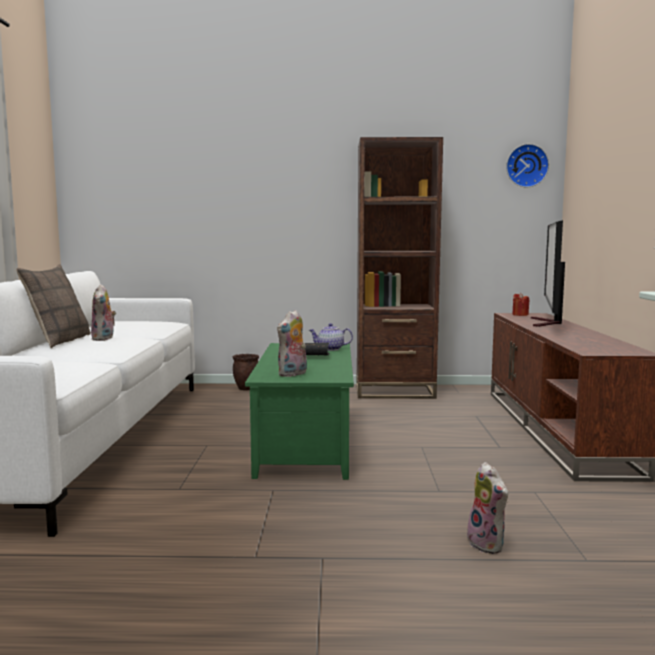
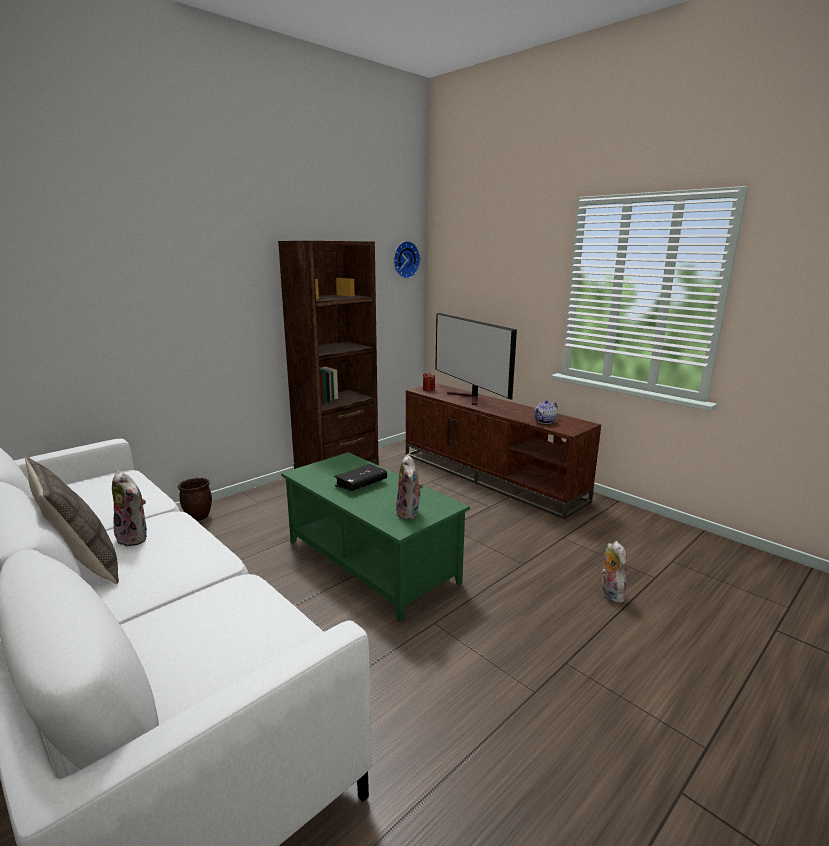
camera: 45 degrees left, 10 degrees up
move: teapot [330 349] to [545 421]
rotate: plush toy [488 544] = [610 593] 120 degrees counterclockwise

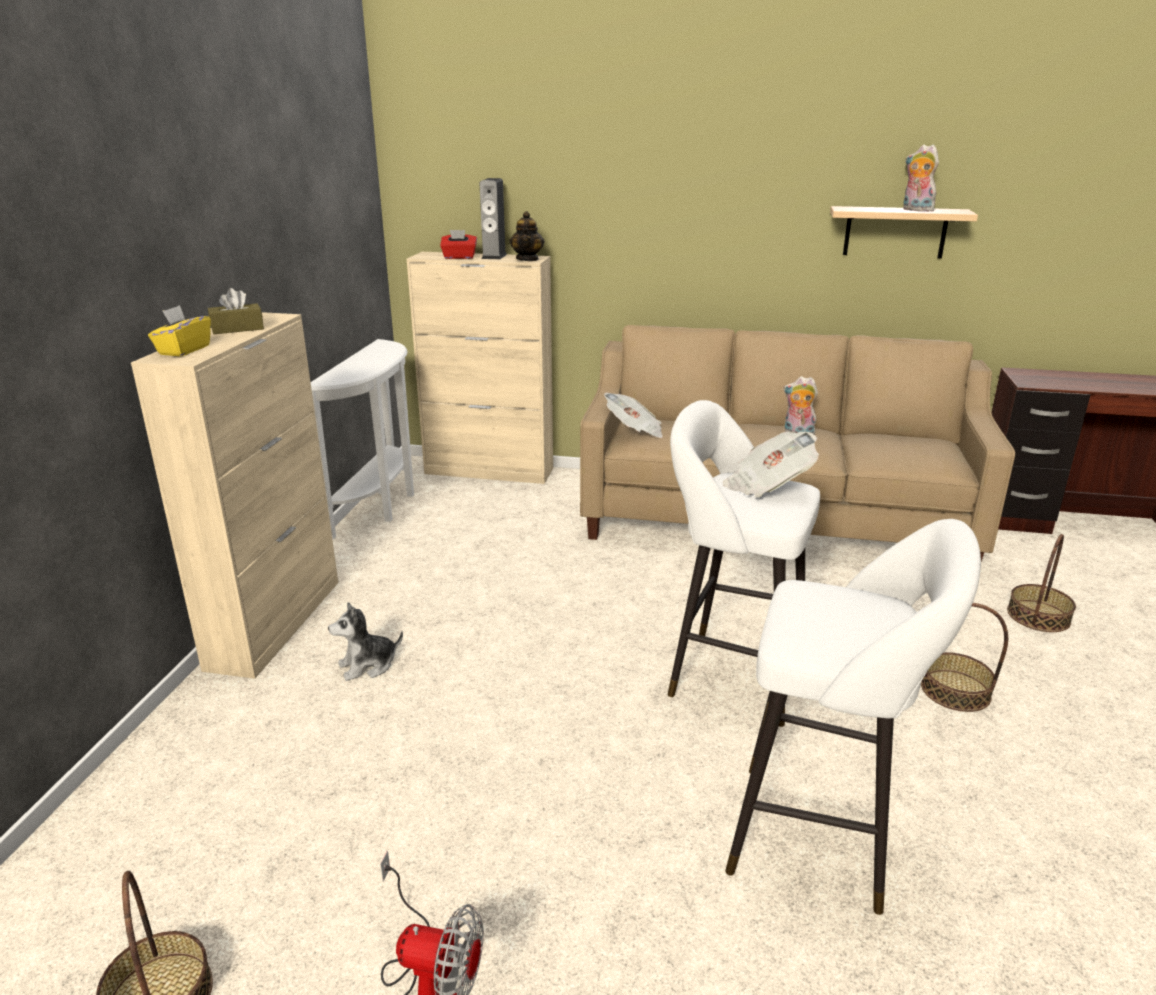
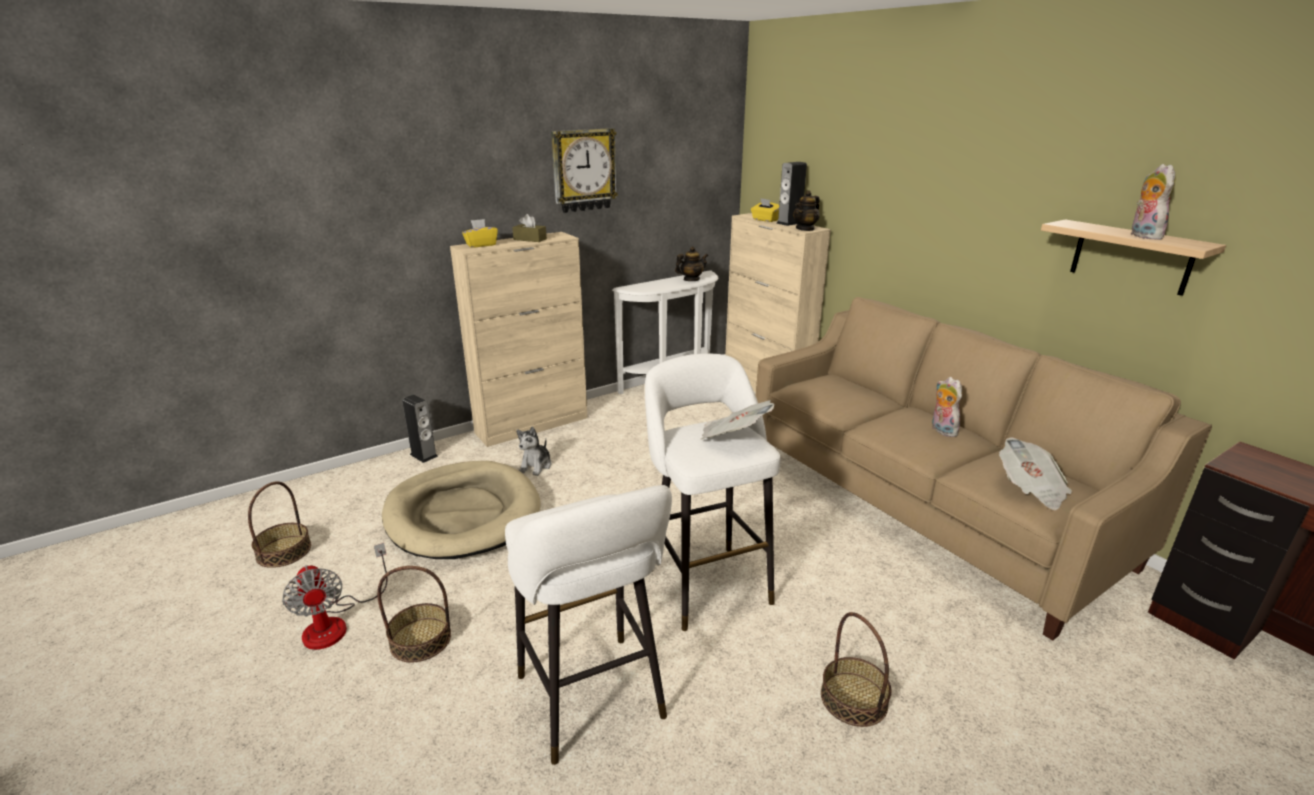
camera: 45 degrees right, 0 degrees up
insert: dog bed in beige [462 514]; speaker [424 455]; wall clock [583 170]; teapot [691 280]
move: basket [1038 616] to [421 639]; newspaper [634 431] to [1031 489]
recolor: tissue box in red [459 257] to tissue box in yellow [765 220]
rotate: plush toy [368 665] = [536 466] 90 degrees counterclockwise

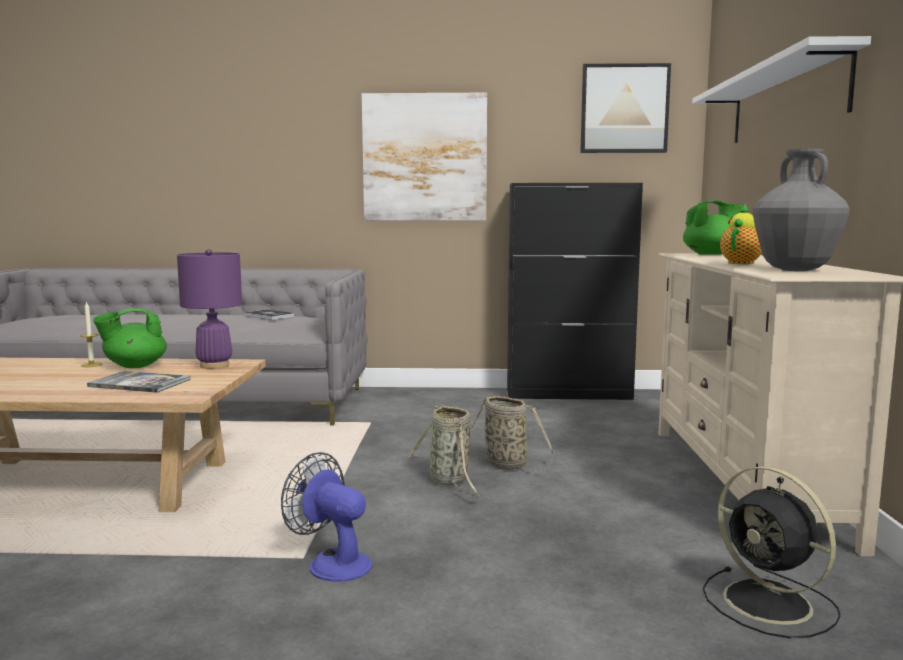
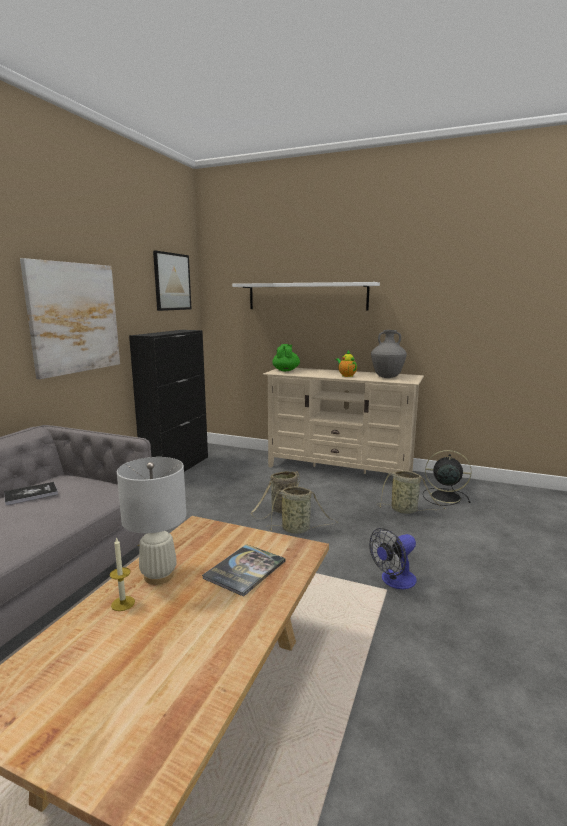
camera: 70 degrees left, 5 degrees up
delete: table lamp in purple [214 365]
insert: basket [406 510]
replace: teapot in green [134 366] to table lamp in white [158 576]
rotate: fan in black [771 604] = [444 496] 150 degrees counterclockwise

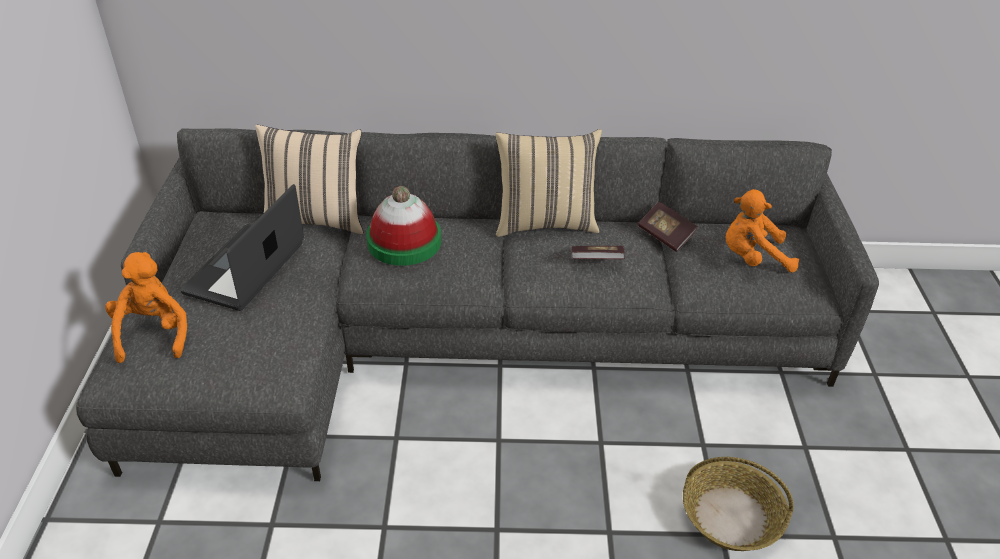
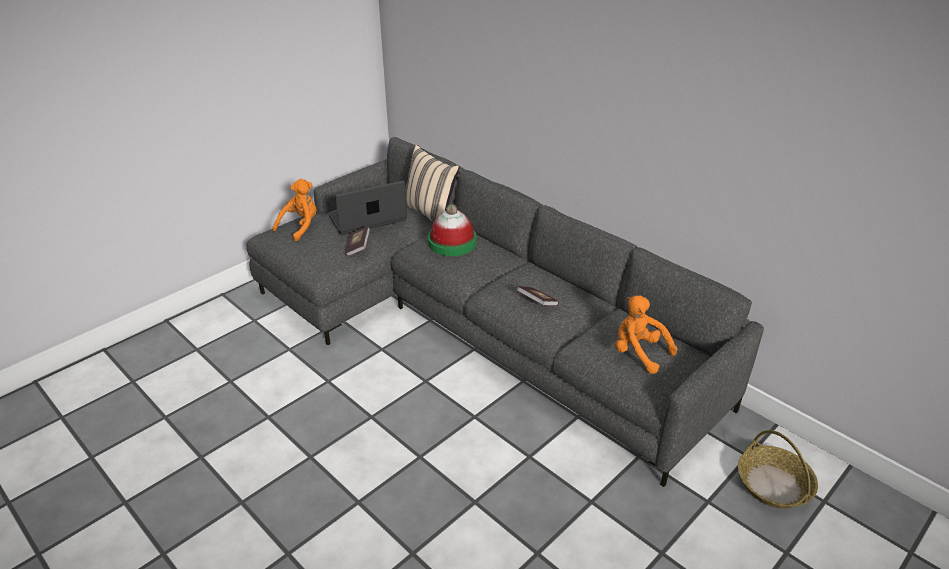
camera: 45 degrees right, 5 degrees down
delete: pillow in beige [545 223]
move: book [665 235] to [358 247]; basket [731 516] to [774 485]

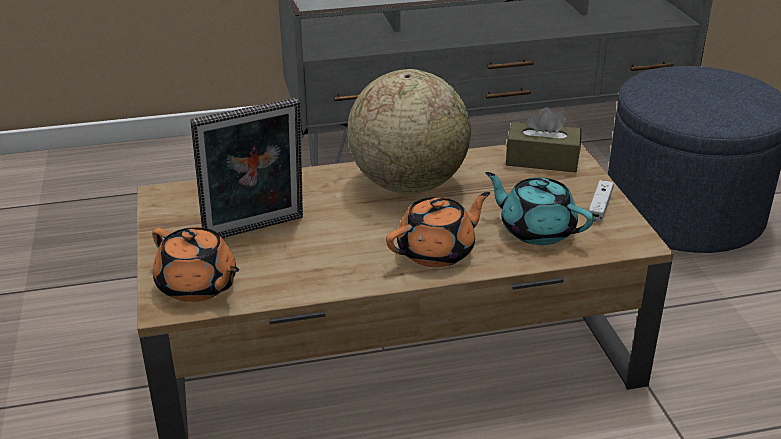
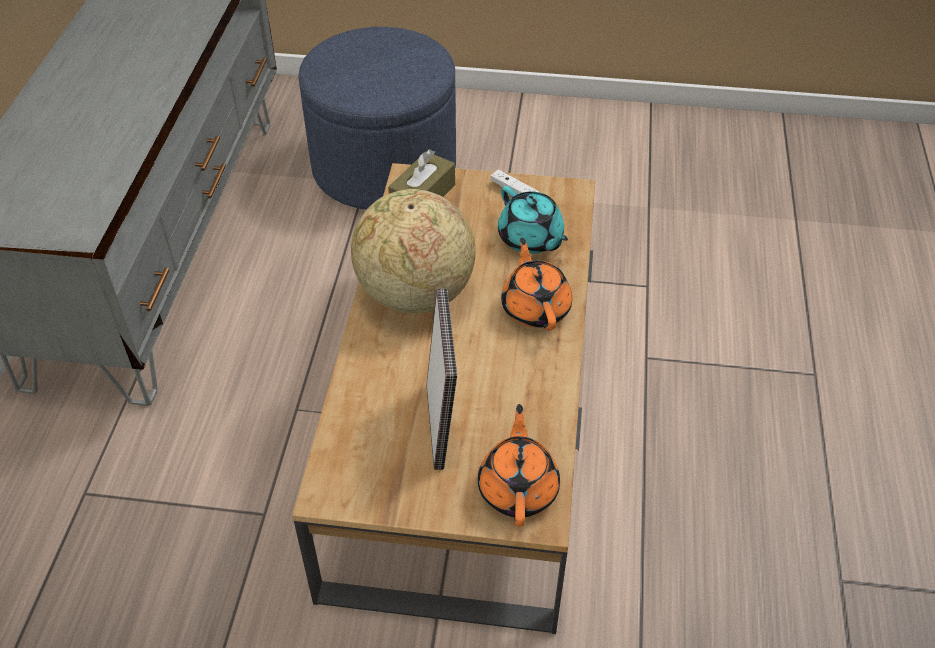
camera: 70 degrees left, 15 degrees up
rotate: teapot in orange [198 286] = [518 488] 60 degrees counterclockwise; teapot in turquoise [536 230] = [531 239] 90 degrees counterclockwise

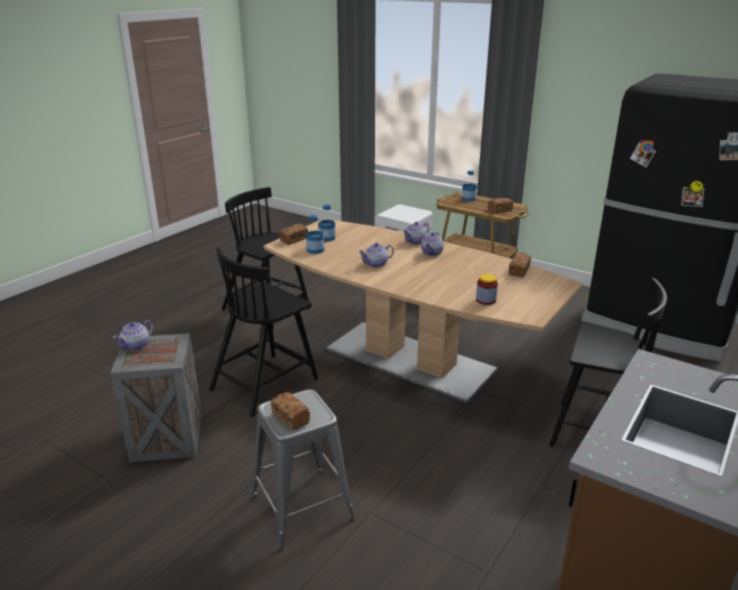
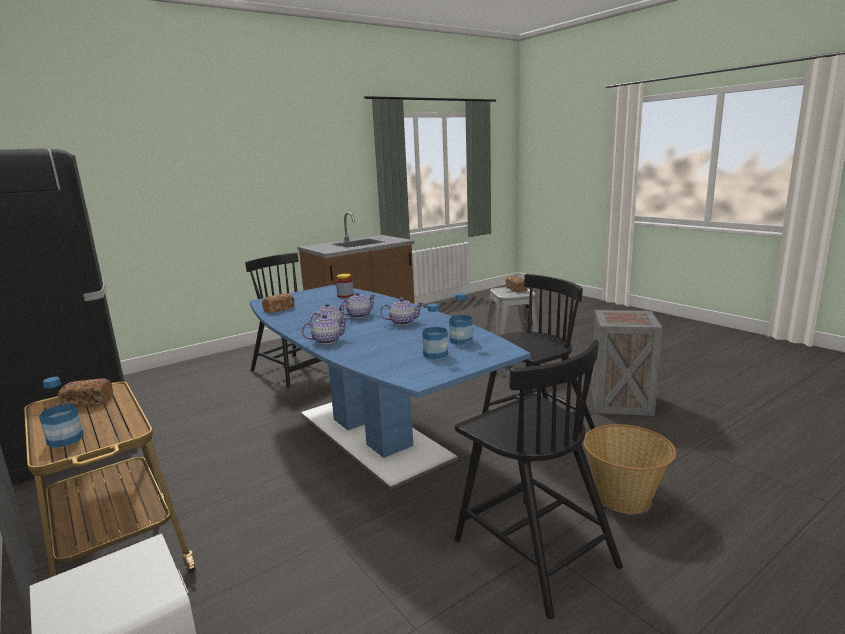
camera: 160 degrees left, 10 degrees down
delete: bread [294 240]
insert: basket [624 498]
move: teapot [136 345] to [358 316]
recolor: dining table in brown [410 360] to dining table in blue [372 435]

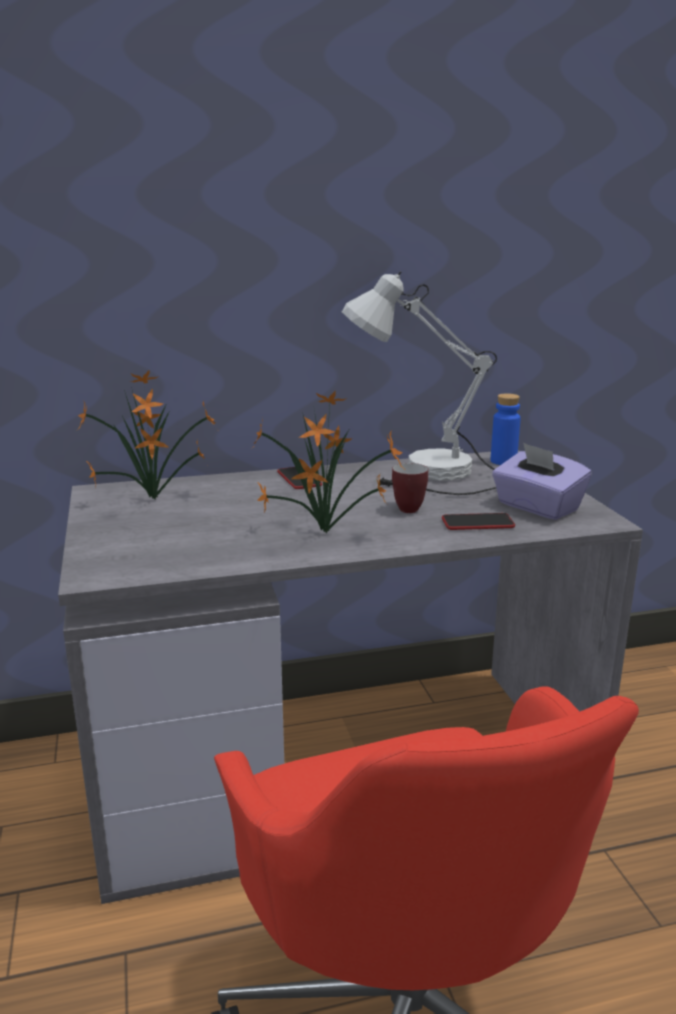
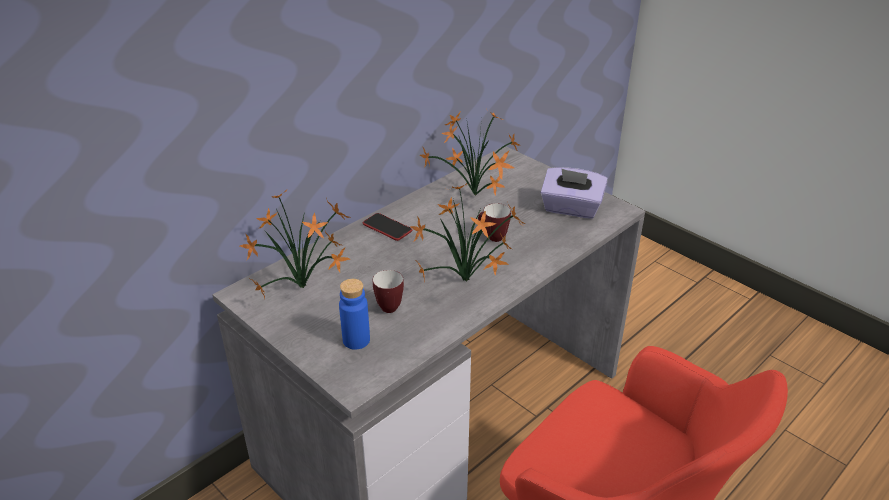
camera: 30 degrees left, 15 degrees up
delete: phone [477 523]
insert: mug [386 306]
move: bottle in blue [503 461] to [356 340]
replace: table lamp in white [428 477] to potted plant [475 197]

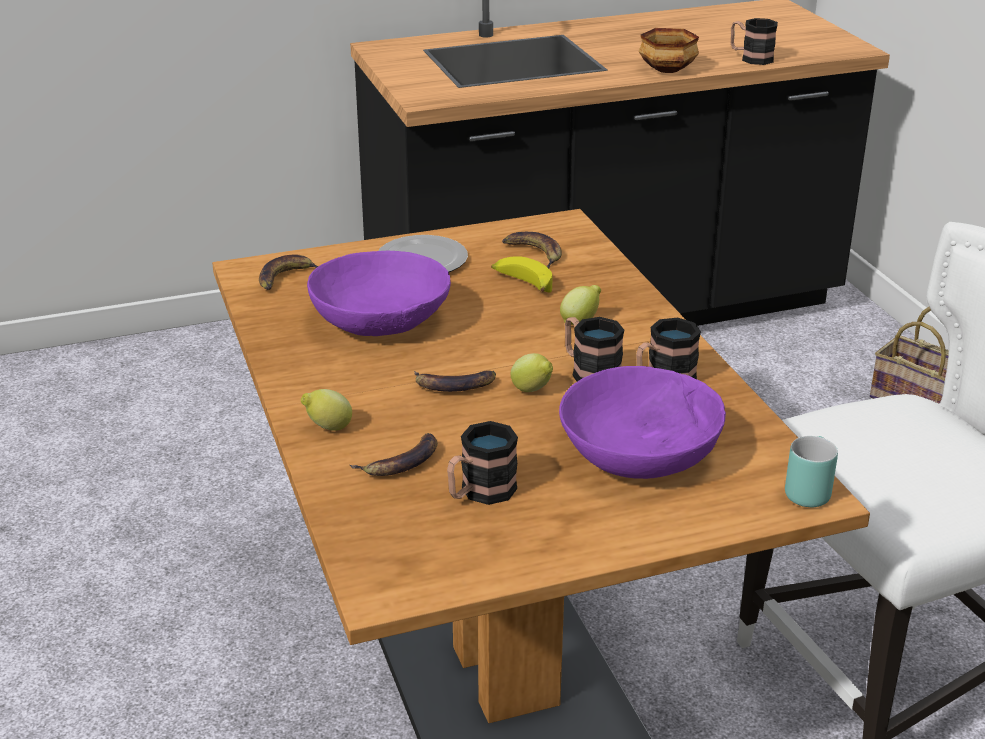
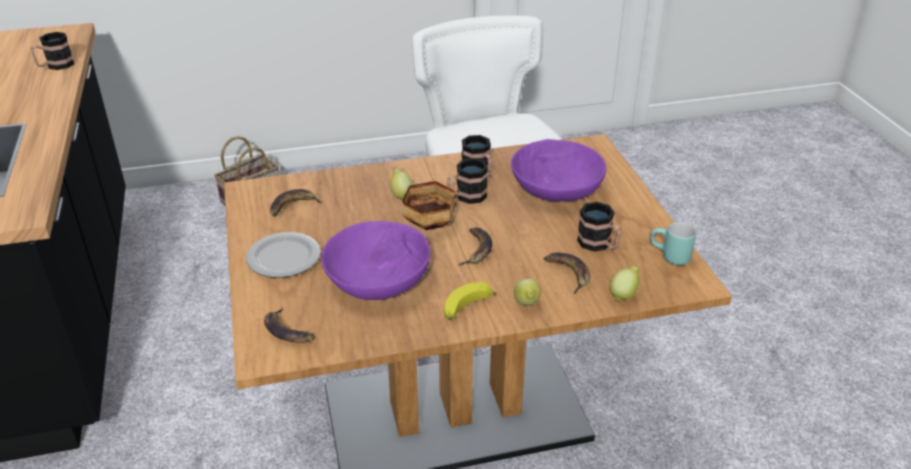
camera: 85 degrees left, 5 degrees up
move: bowl [669 70] to [430 223]; banana [522 283] to [466 308]; lemon [532 391] to [624 295]; mug in turquoise [806 489] to [669 257]

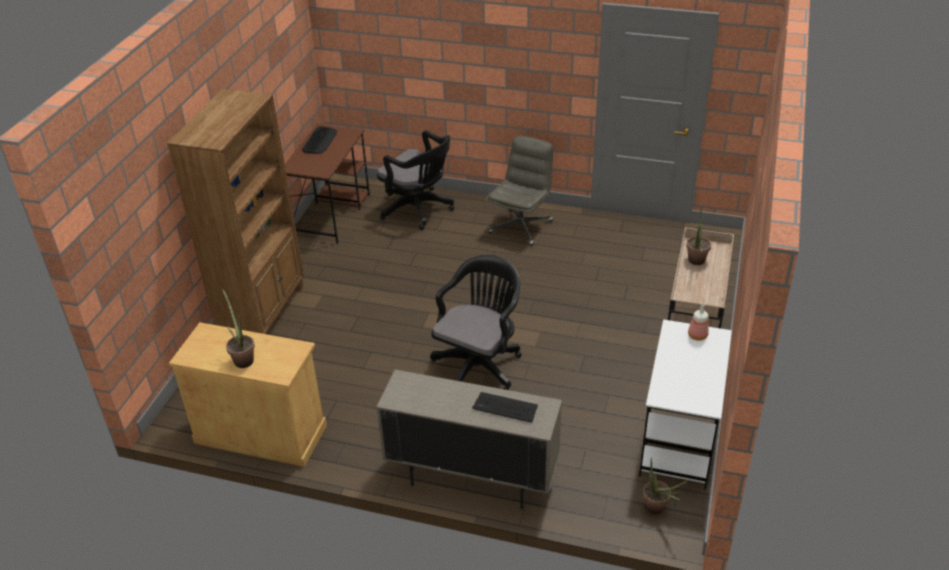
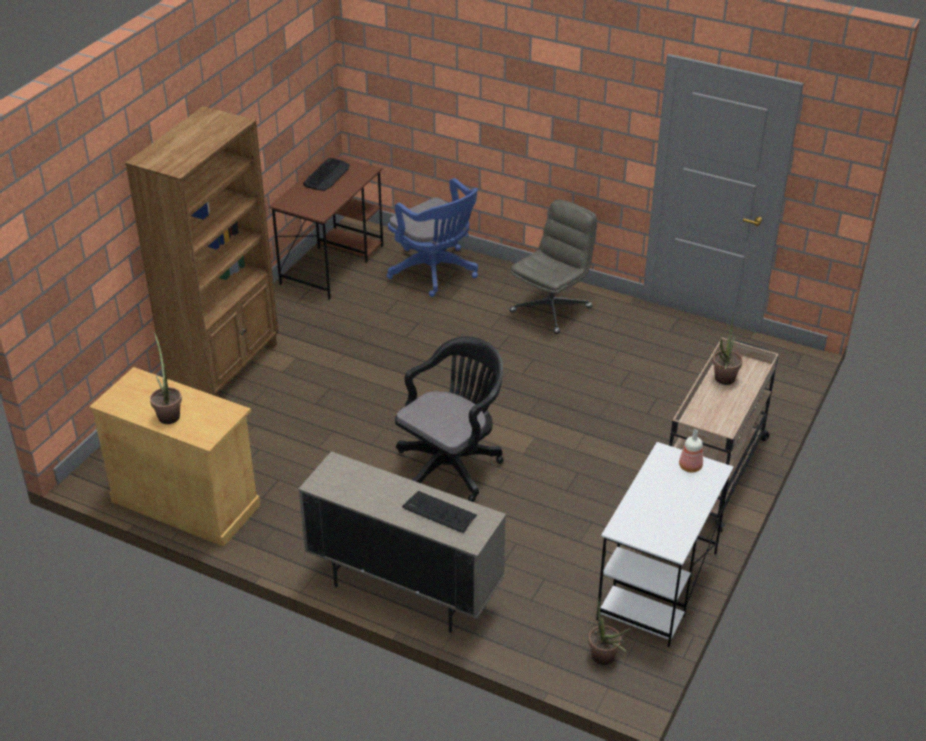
camera: 10 degrees right, 0 degrees up
recolor: office chair in black [419 210] to office chair in blue [435 272]

